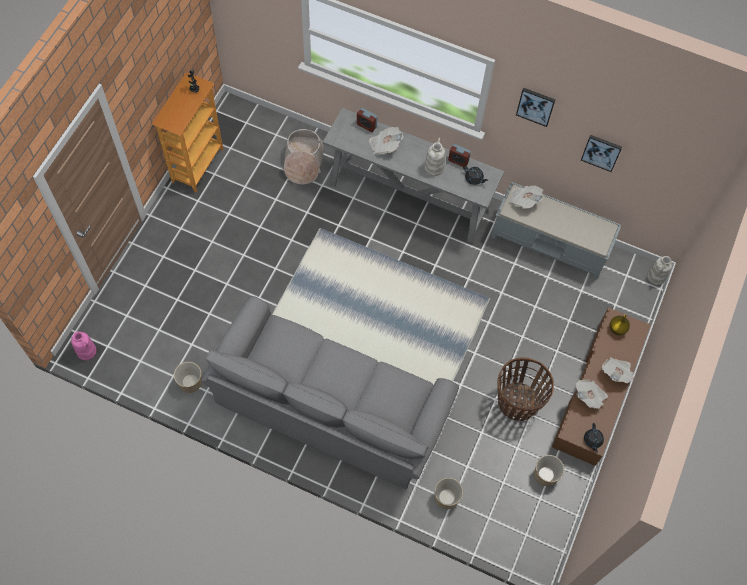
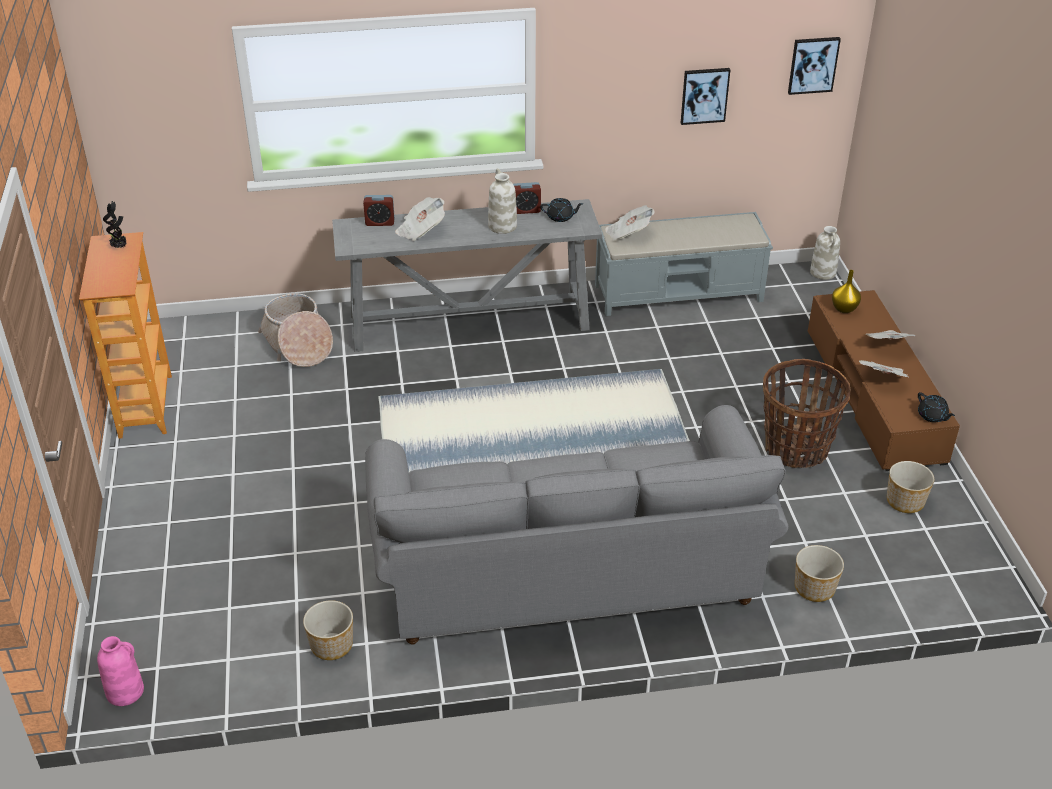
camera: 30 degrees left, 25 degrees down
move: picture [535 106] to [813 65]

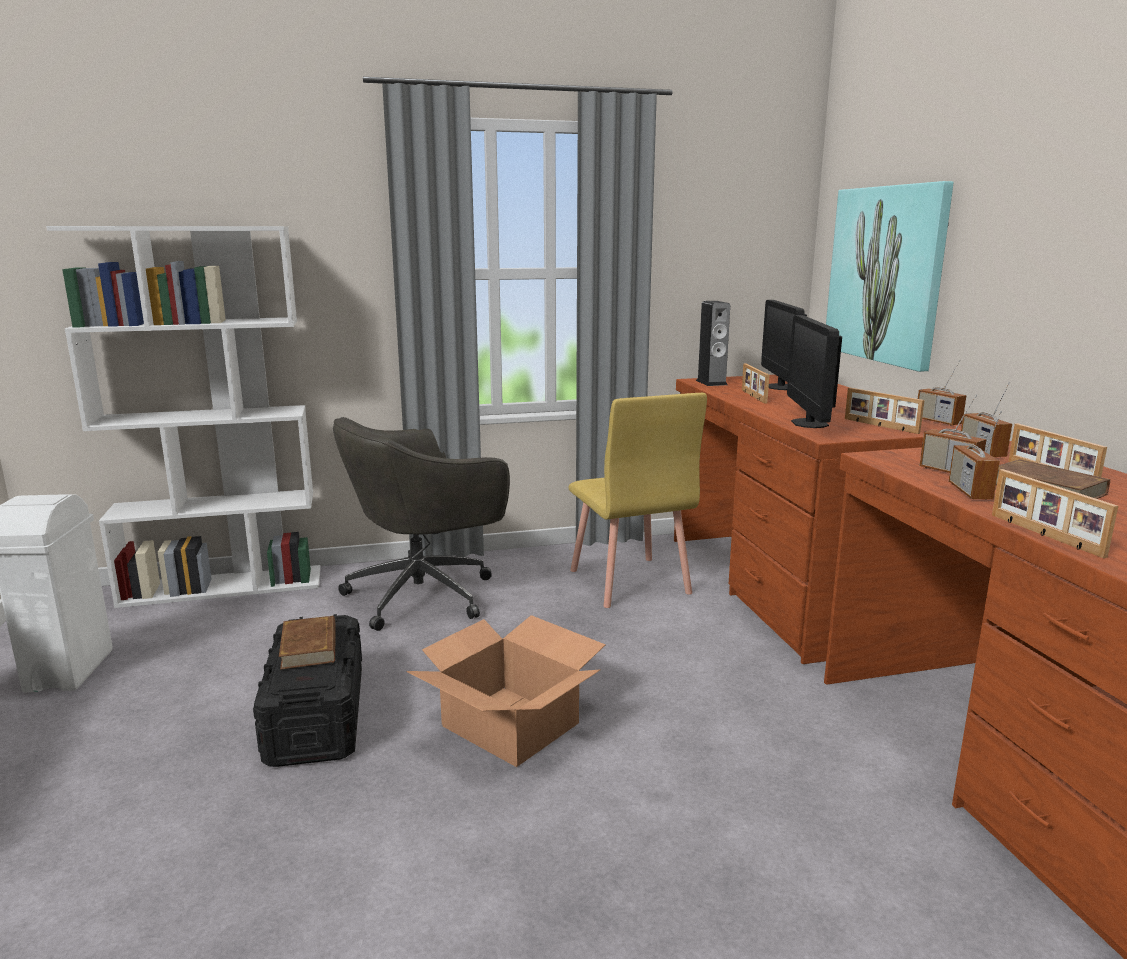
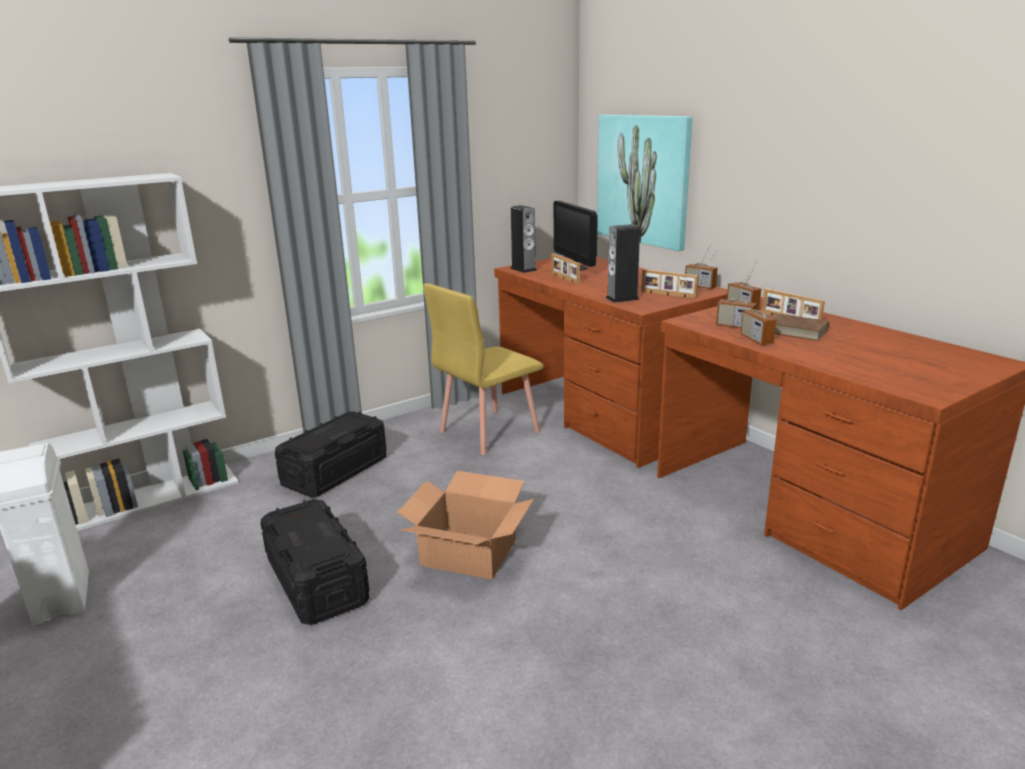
camera: 20 degrees left, 5 degrees up
delete: book in brown [310 647]; picture frame [1044 535]
replace: office chair in grey [425 594] to storage box in black [335 471]; monitor [809 423] to speaker [622 298]
rotate: chair in yellow [629 582] = [488 432] 90 degrees clockwise

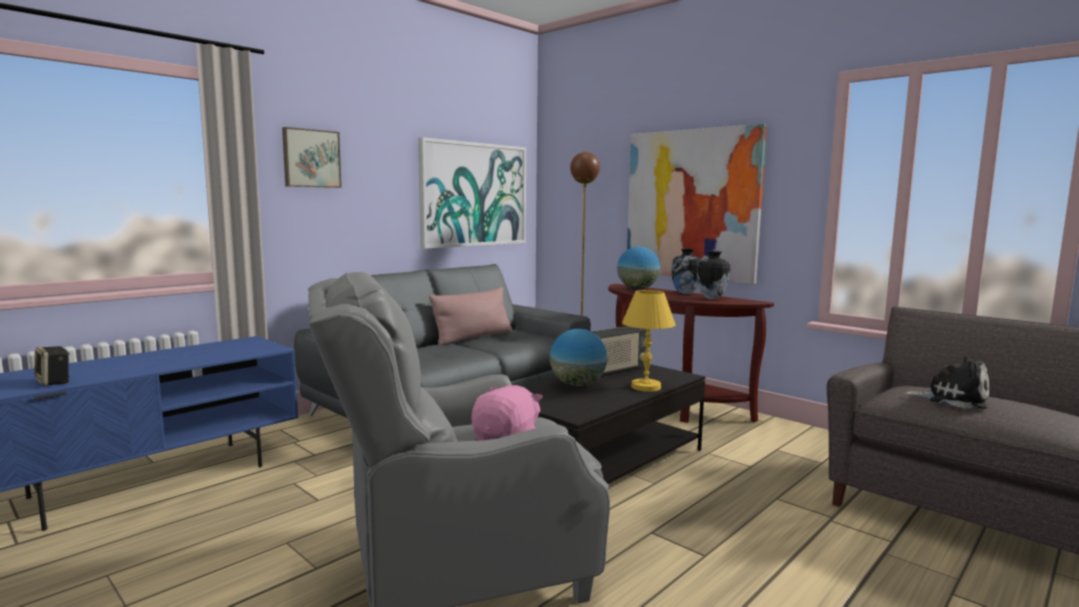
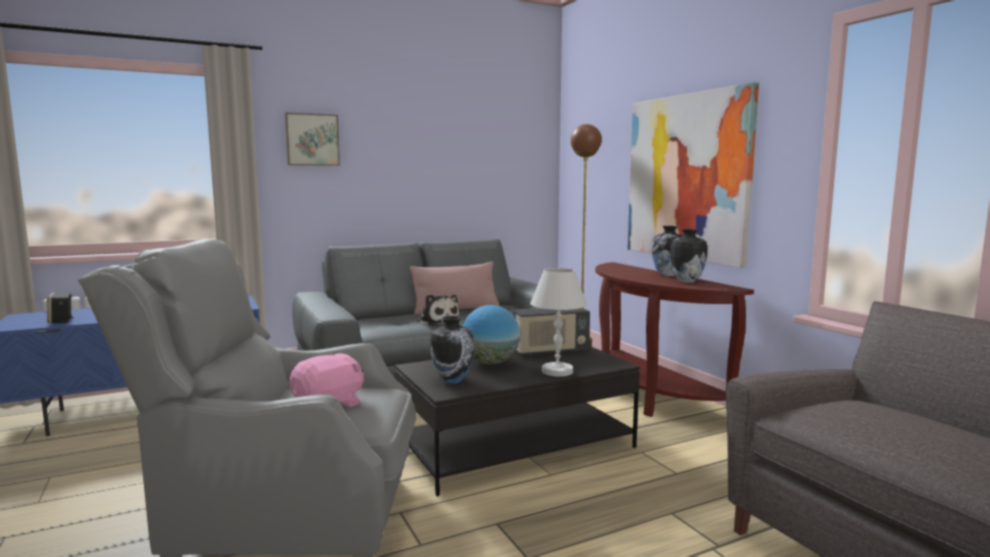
camera: 20 degrees right, 0 degrees up
delete: picture [474 194]; globe [637 289]
insert: vase [453 380]
move: plush toy [952 399] to [437 321]
recolor: table lamp in yellow [645 387] to table lamp in white [556 371]

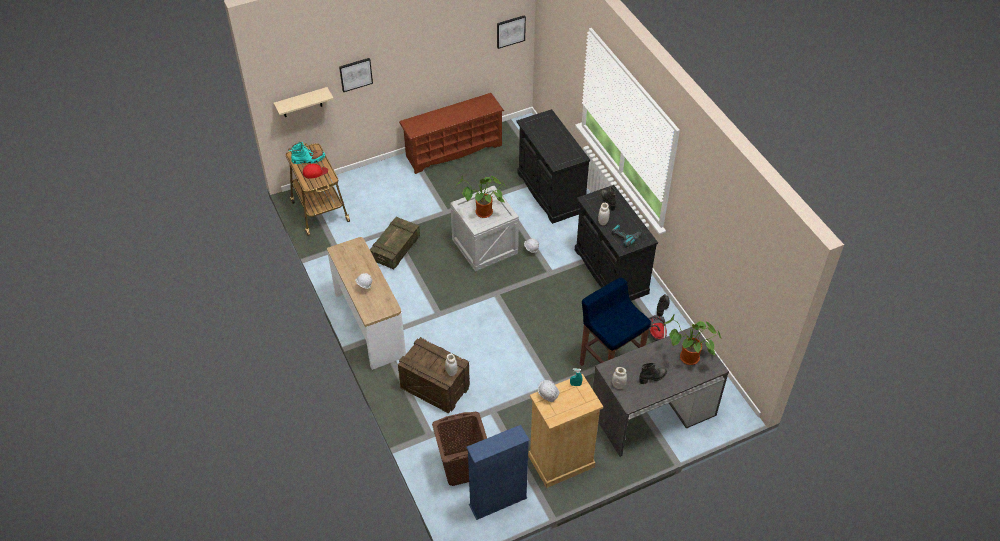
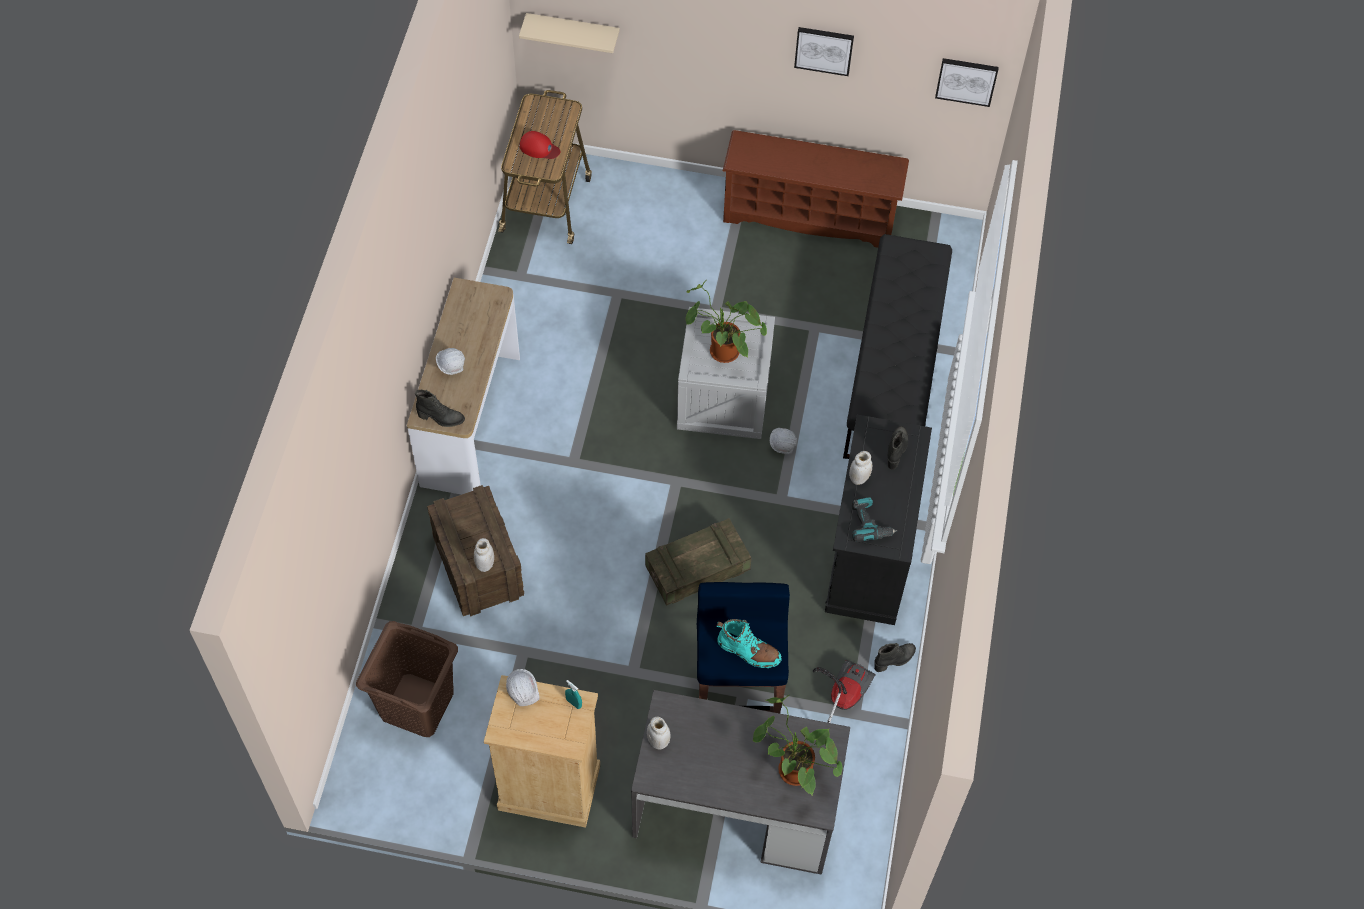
camera: 35 degrees right, 10 degrees up
delete: bookcase in blue [498 501]
move: boot in black [652 377] to [441 418]; crate [395 249] to [697 569]; boot in turquoise [308 159] to [748 651]; picture [355 74] to [824 50]
replace: cabinet in black [550 192] to bench in black [893 370]

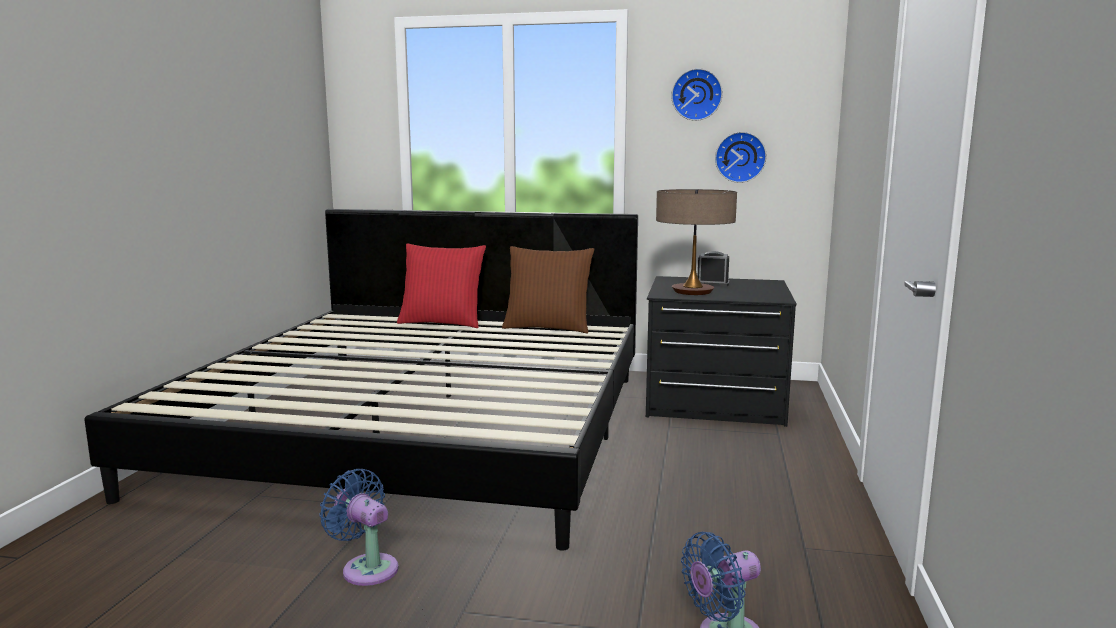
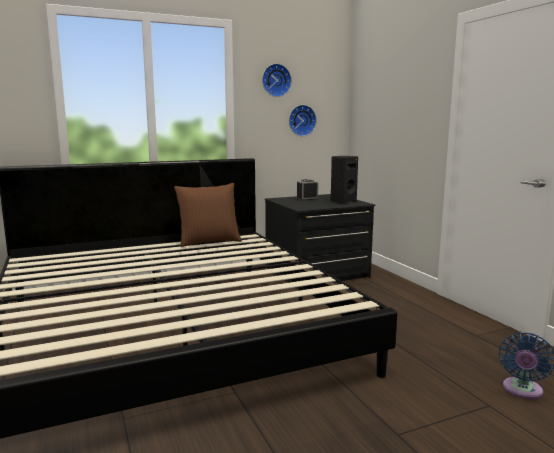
camera: 35 degrees left, 0 degrees up
delete: fan in blue [367 568]; pillow in red [442 323]; table lamp [692 291]
insert: speaker in black [342 201]

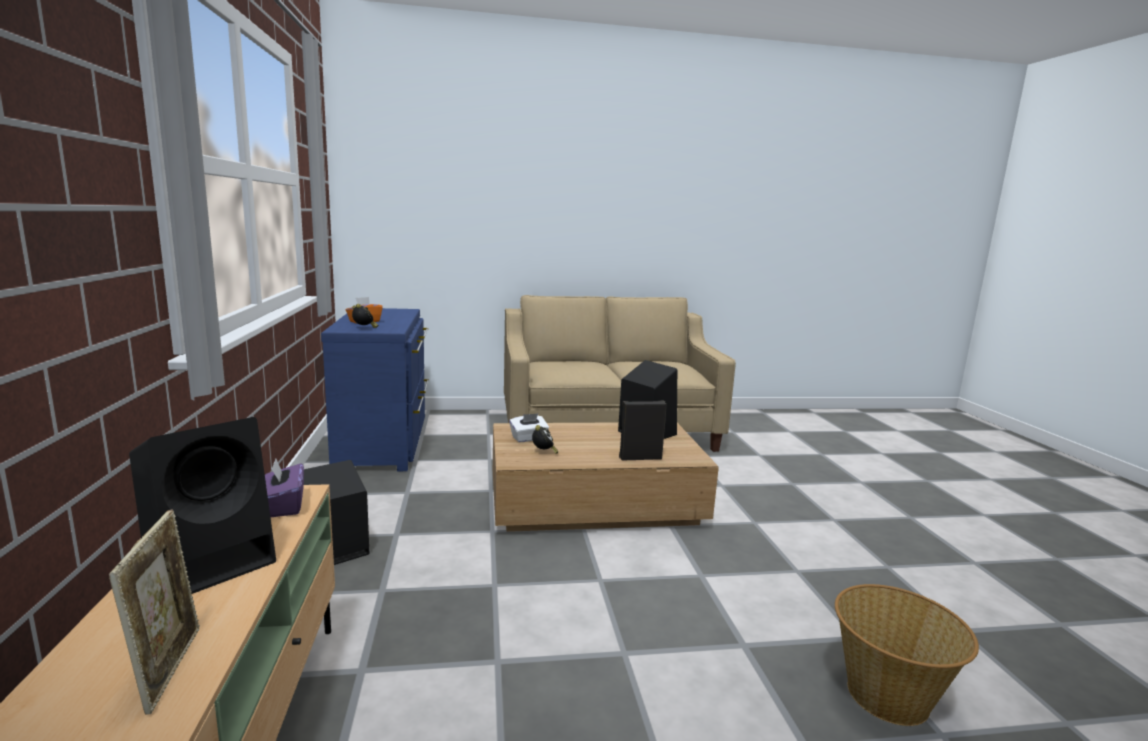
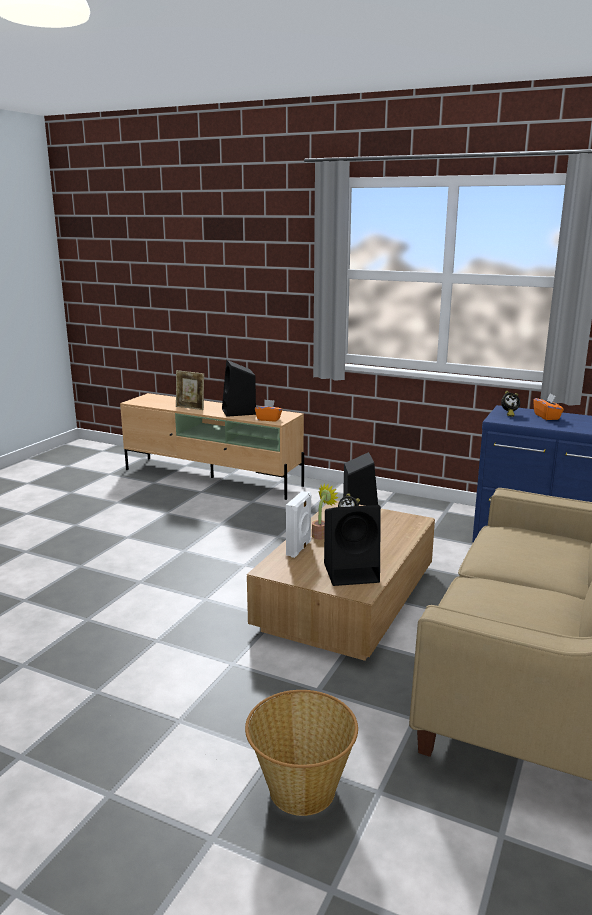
camera: 125 degrees right, 5 degrees up
delete: tissue box in white [528 438]
insert: potted plant [321 534]
move: basket [888 697] to [301 788]
recolor: tissue box in purple [283 506] to tissue box in orange [268 419]; speaker in black [640 457] to speaker in white [299 548]

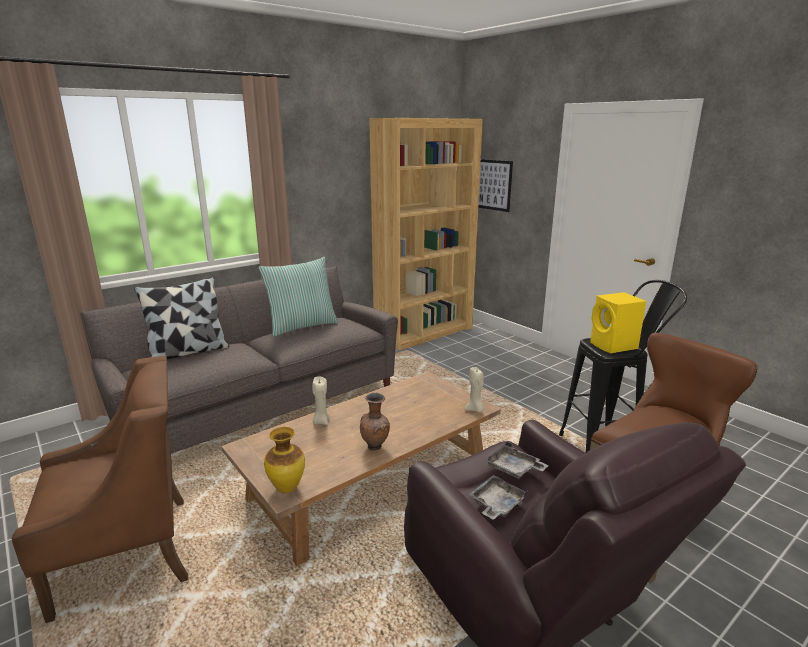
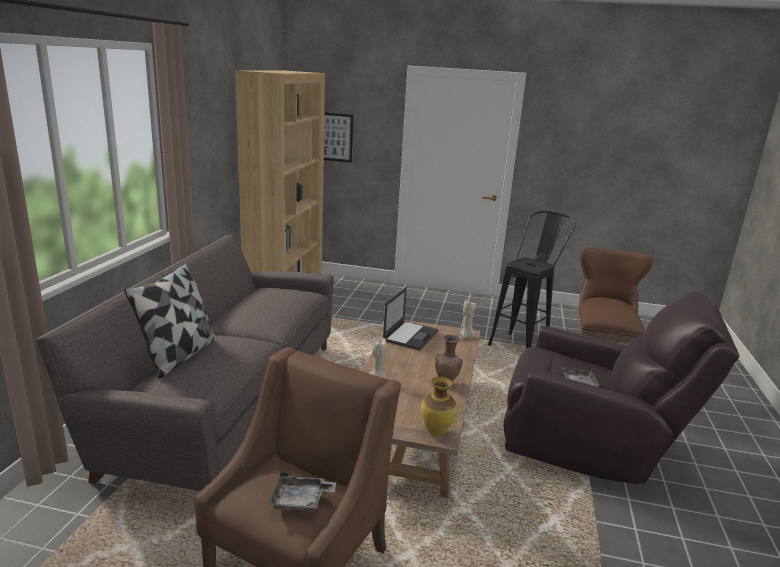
camera: 40 degrees left, 0 degrees up
delete: pillow [302 326]; speaker in yellow [614 346]
insert: laptop [410 335]
move: tray in grey [514 469] to [300 500]

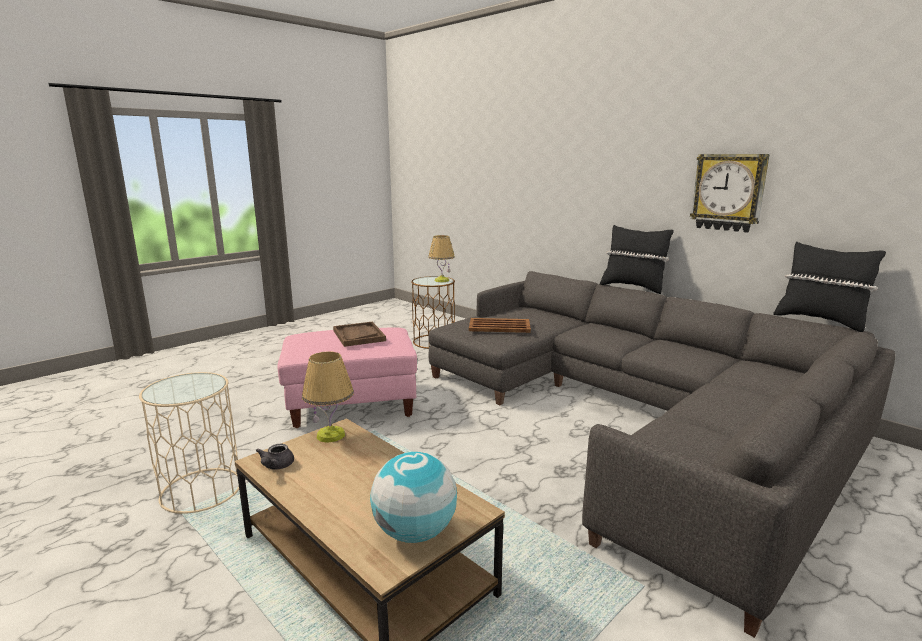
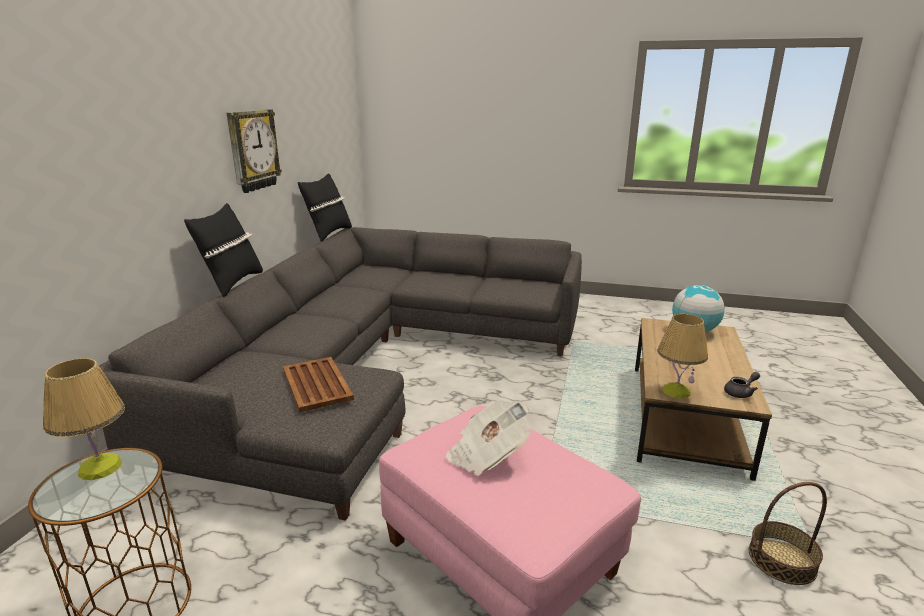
camera: 120 degrees left, 5 degrees up
replace: tray in brown [358 335] to newspaper [487 454]; side table in beige [201 490] to basket [782 559]

